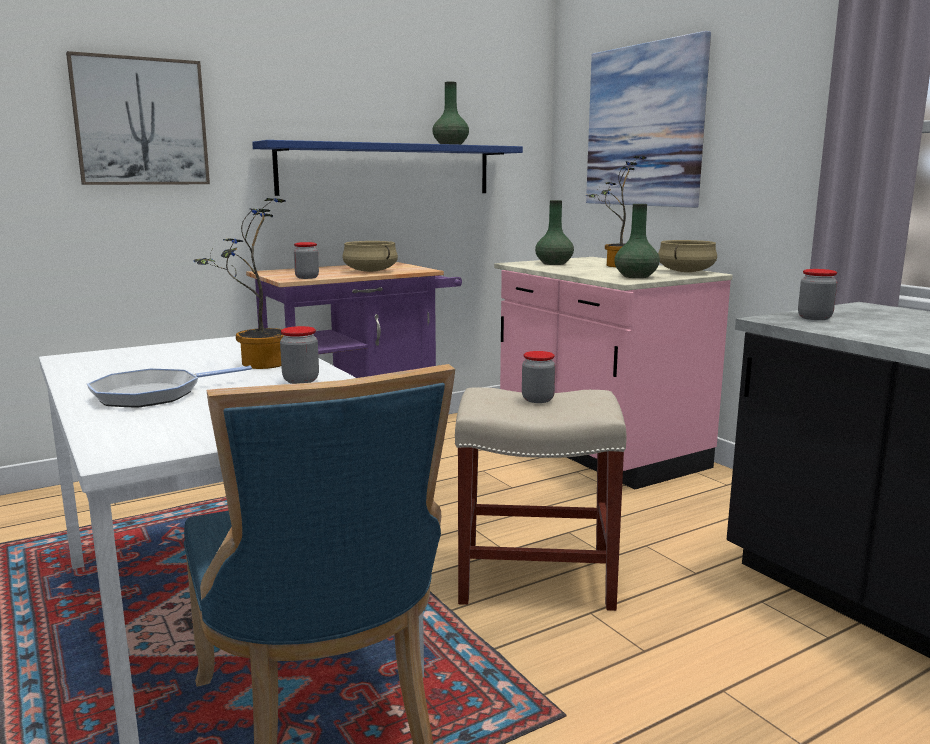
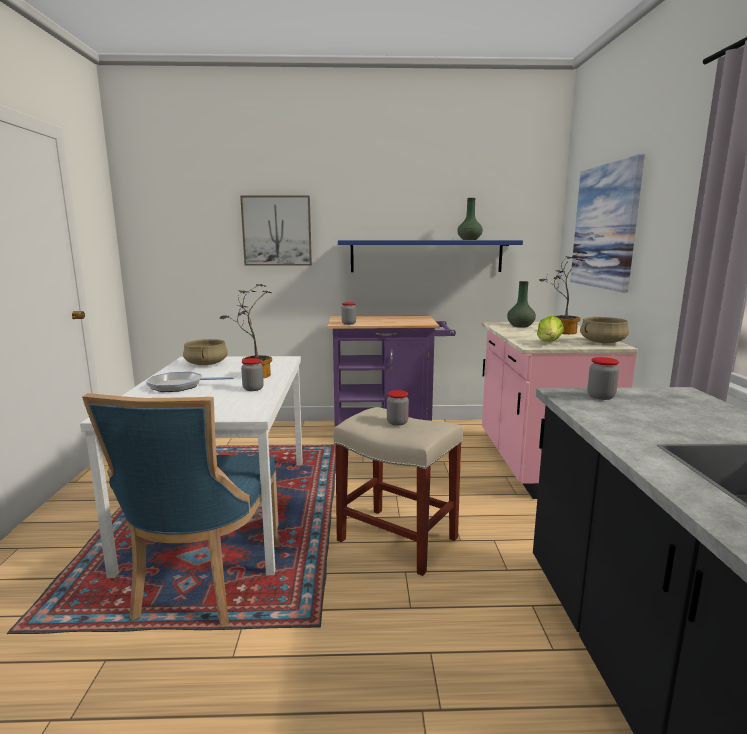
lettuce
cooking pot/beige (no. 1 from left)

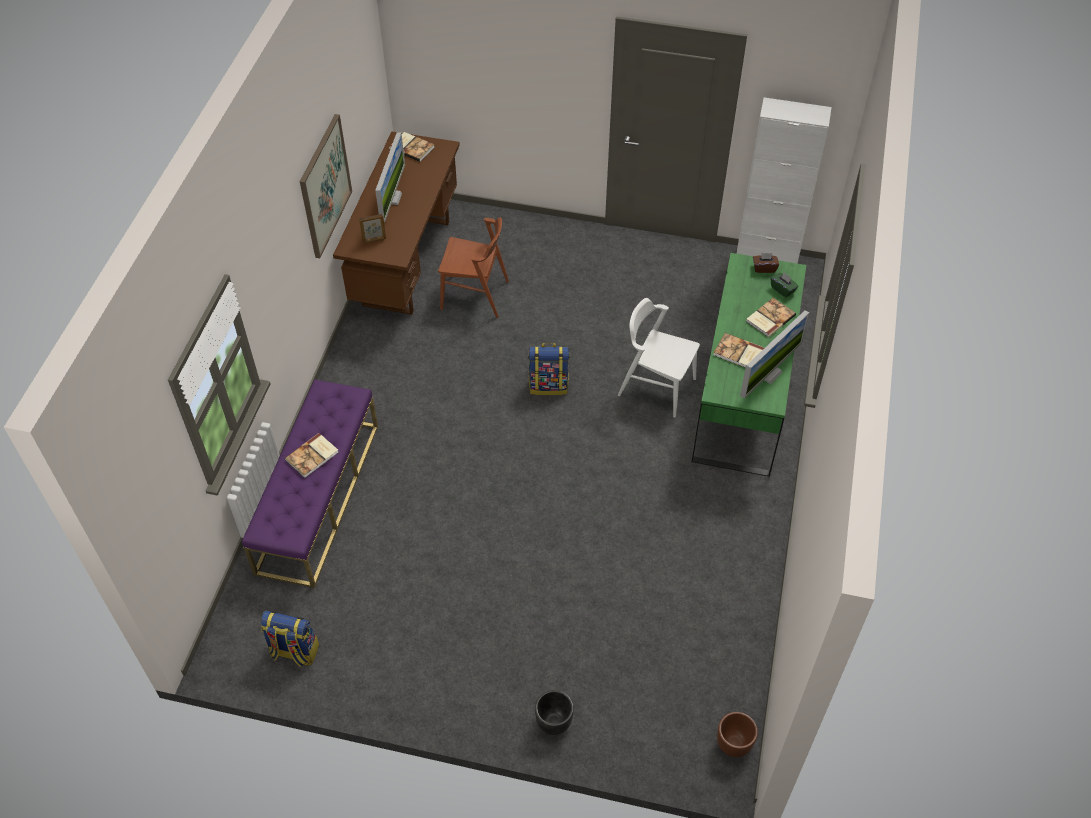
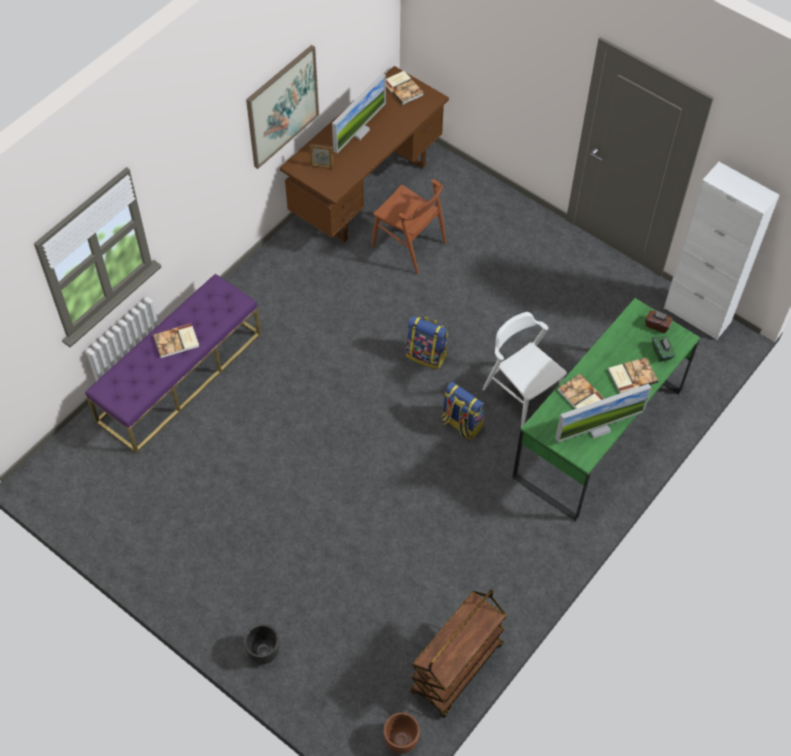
backpack (no. 2 from left)
cart/brown

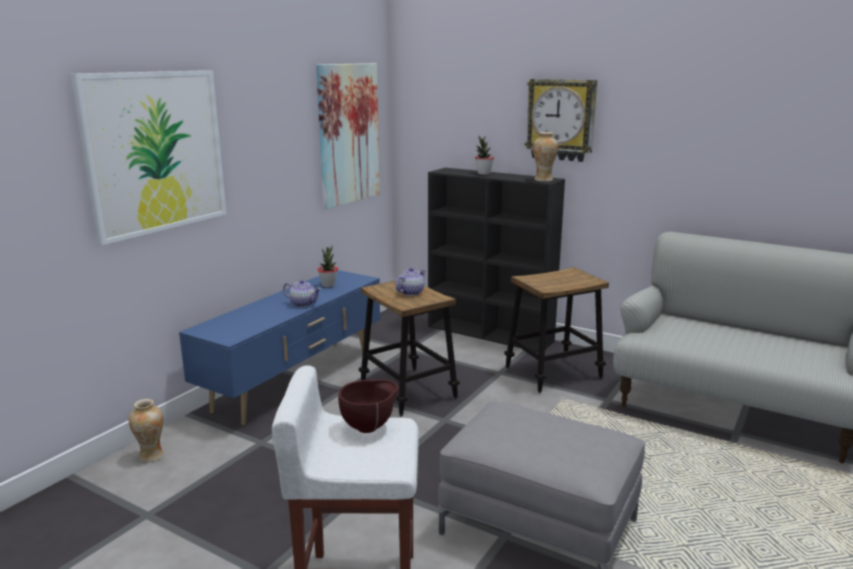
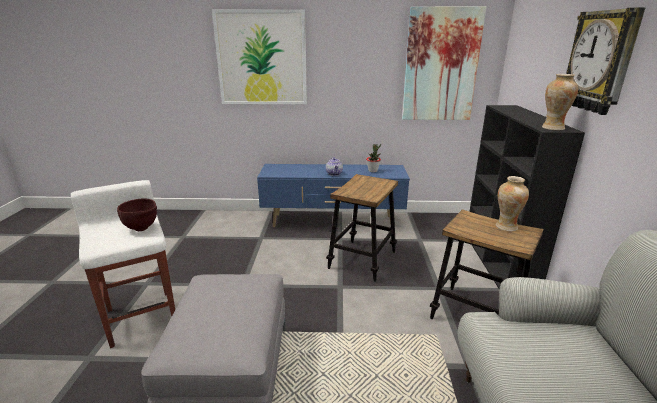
potted plant (no. 2 from left in the first image)
teapot (no. 2 from left in the first image)
vase (no. 1 from left)

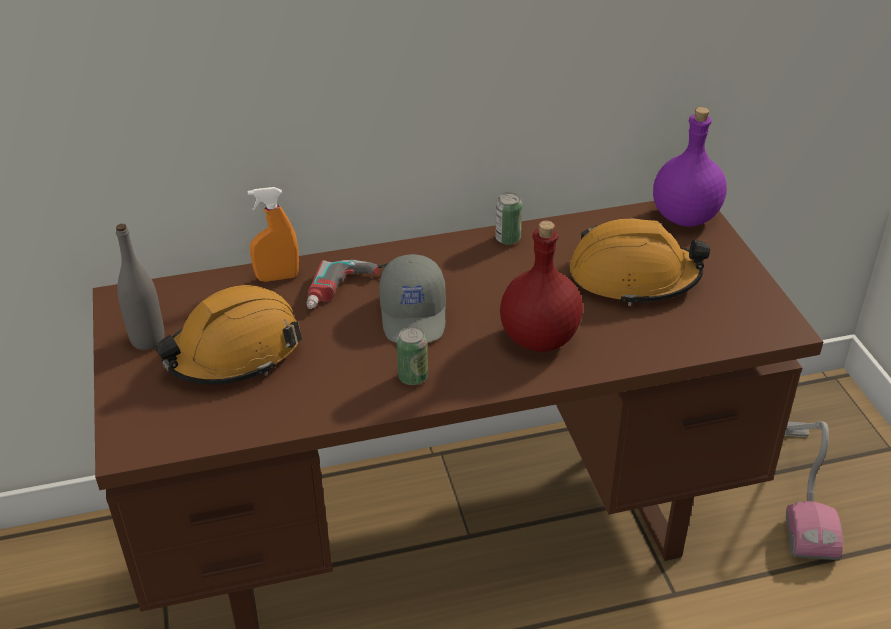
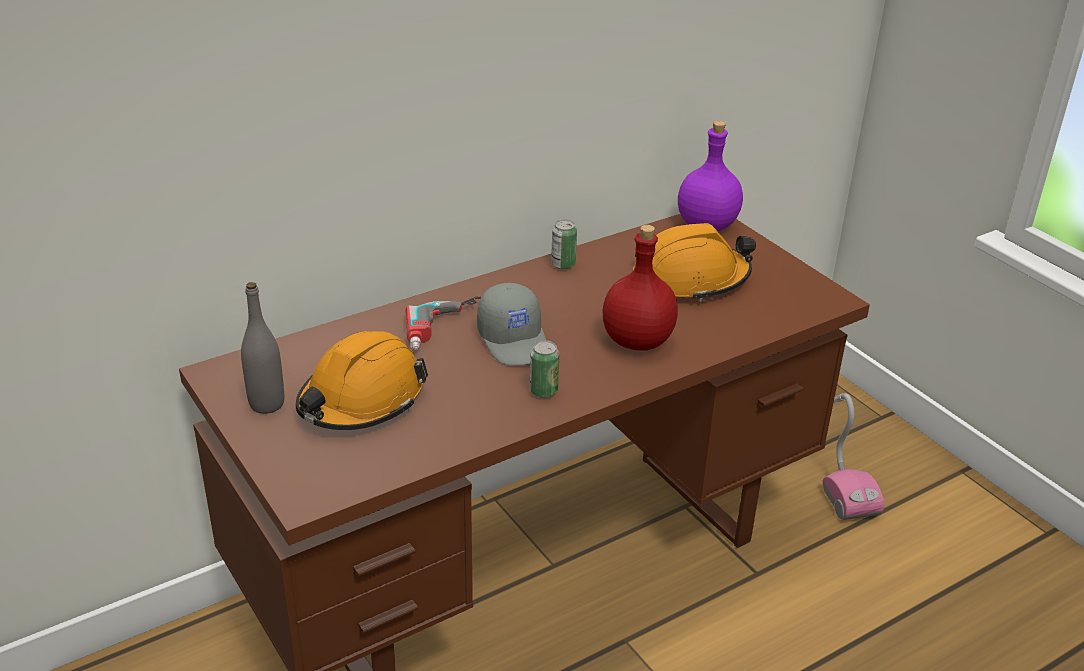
spray bottle/orange

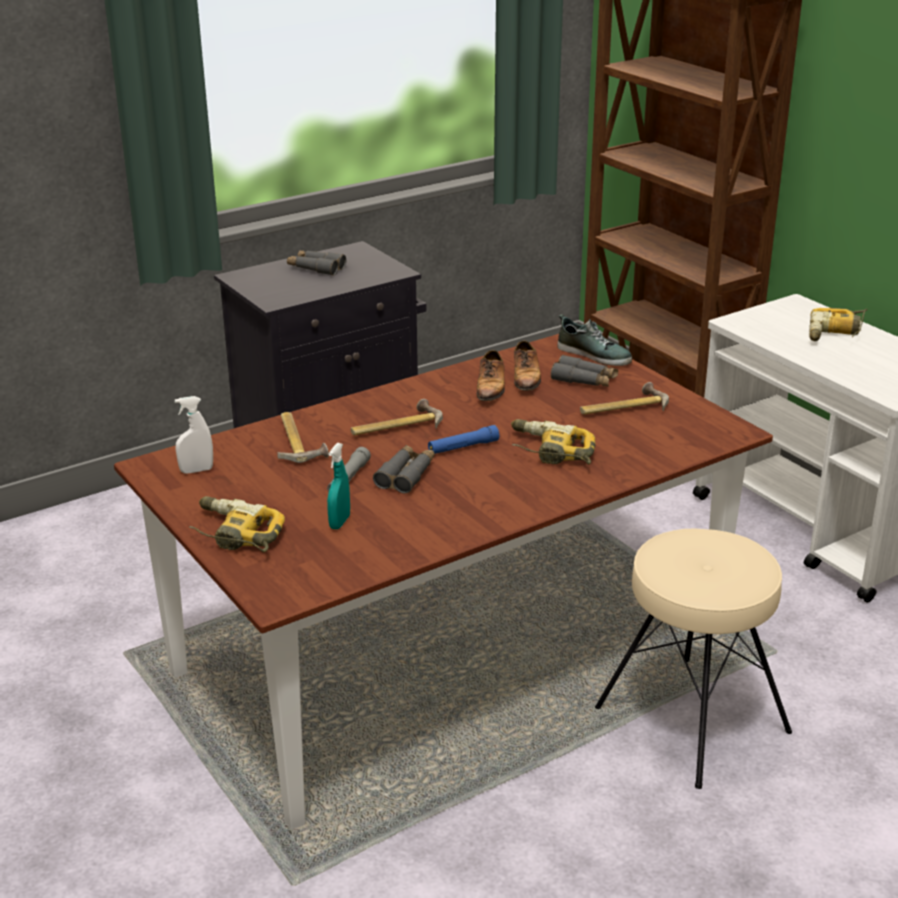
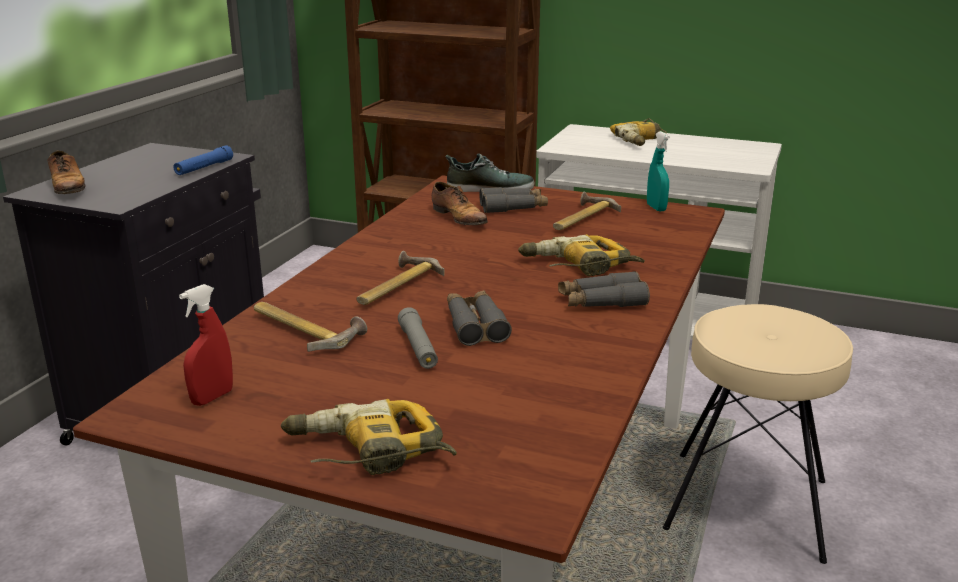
binoculars/grey (no. 3 from left)
shoe (no. 1 from left)
spray bottle/red
flashlight/blue
spray bottle/turquoise

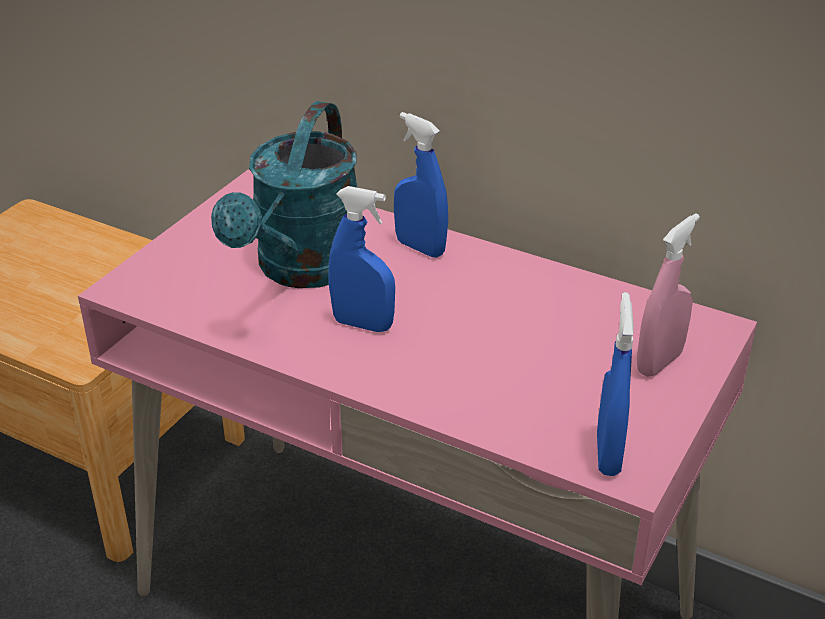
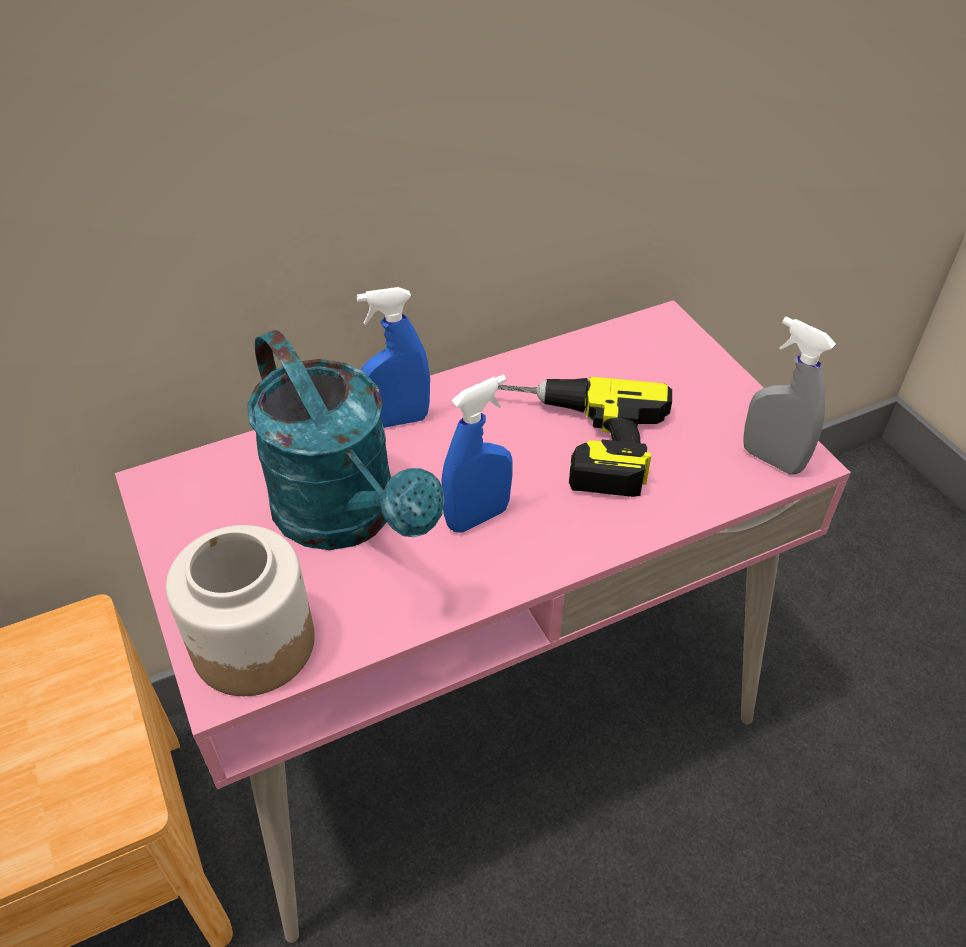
spray bottle/pink
spray bottle/grey
power drill
jar

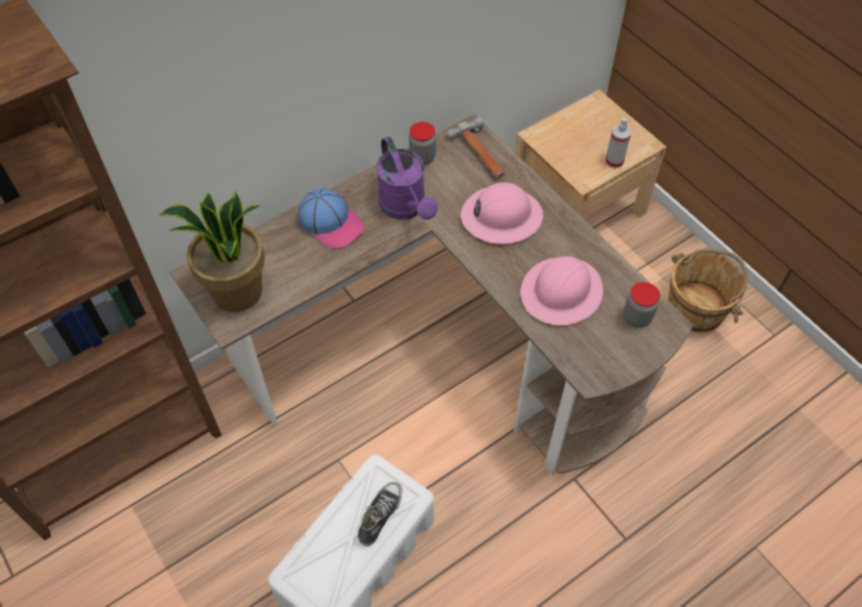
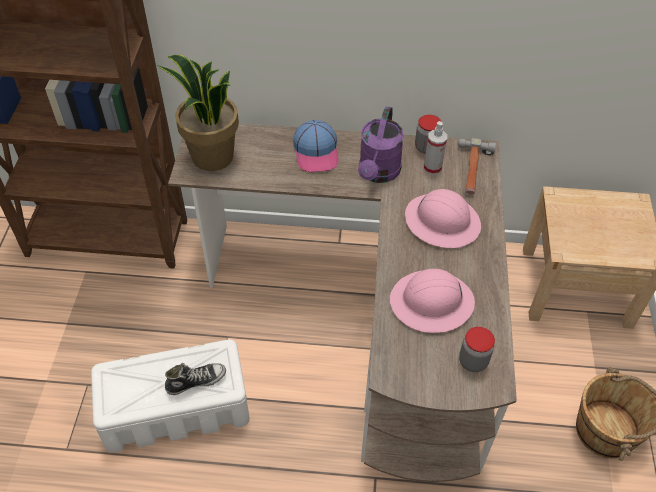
spray bottle

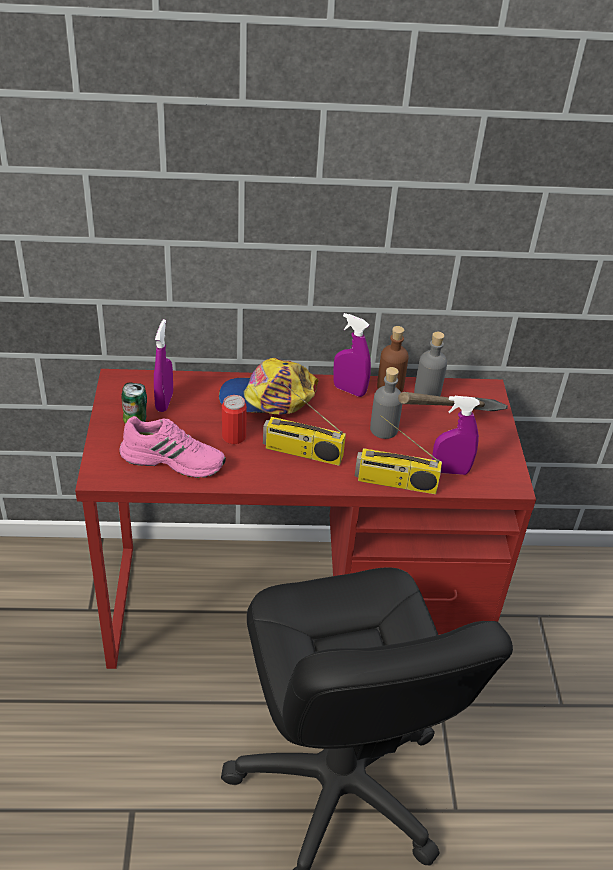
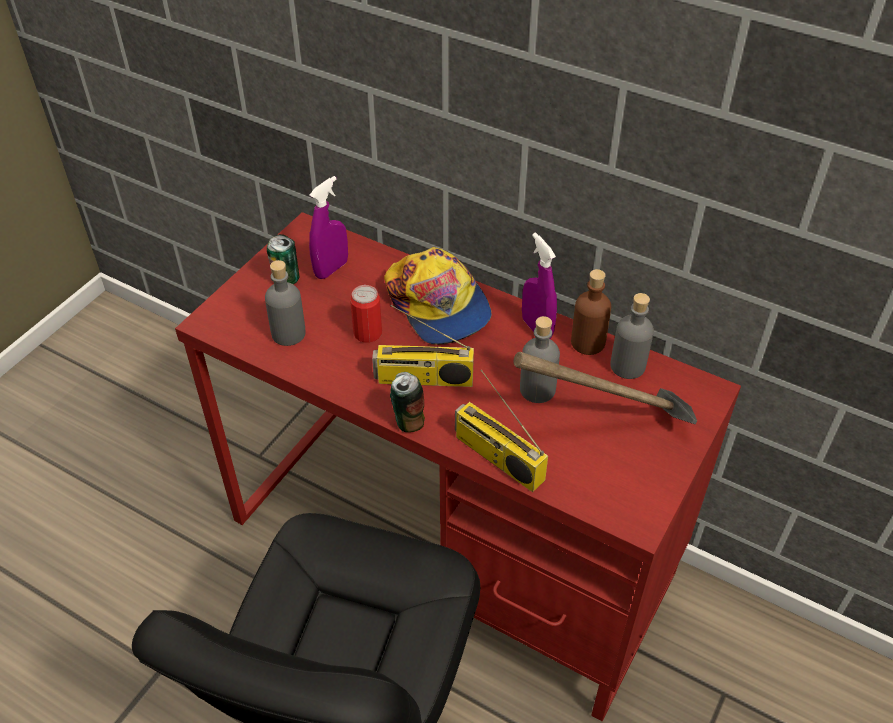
cap
radio (no. 1 from left)
spray bottle/purple (no. 3 from left in the first image)
bottle/grey (no. 1 from left)
can (no. 3 from left)

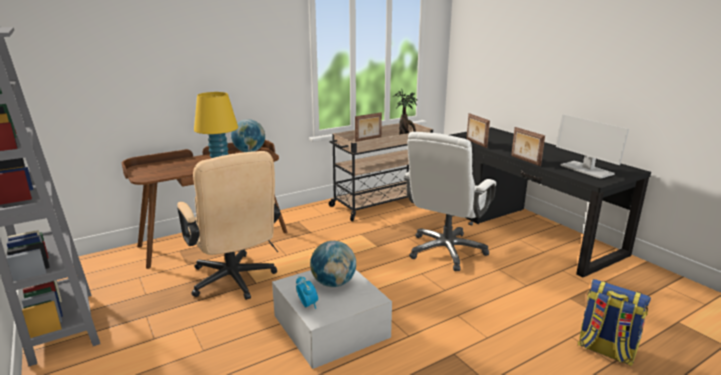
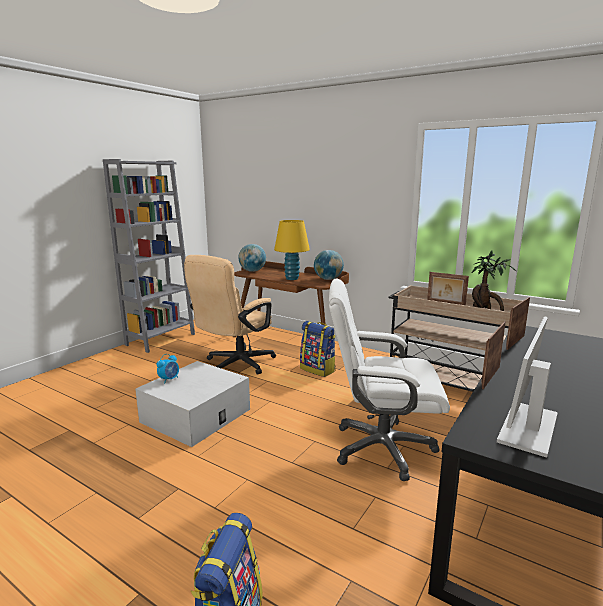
globe (no. 1 from left)
backpack (no. 2 from left)

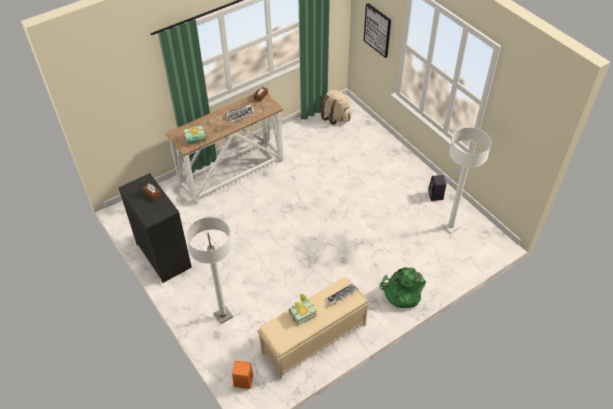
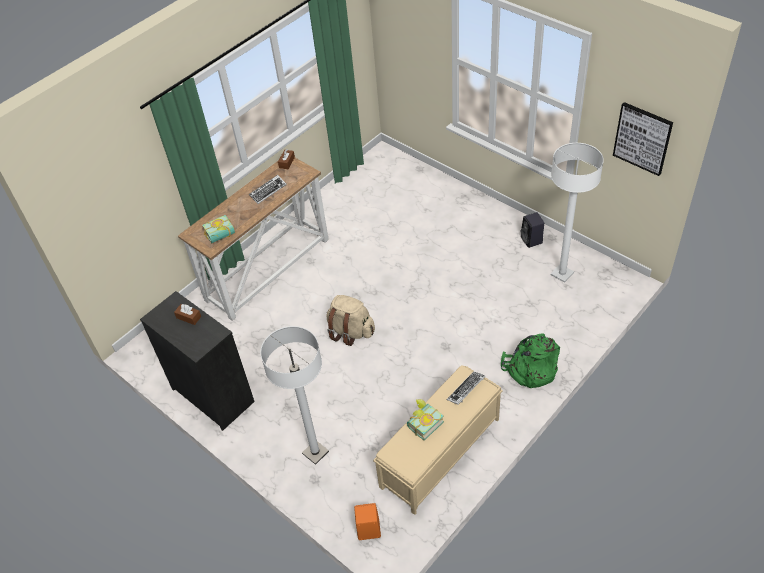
picture
backpack/beige

